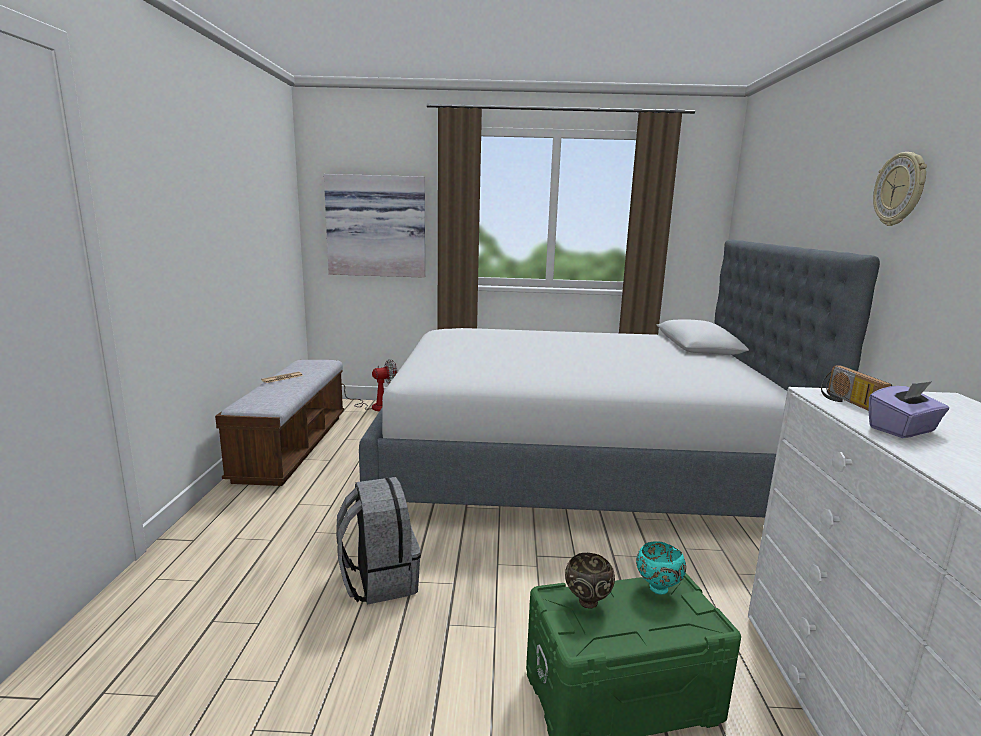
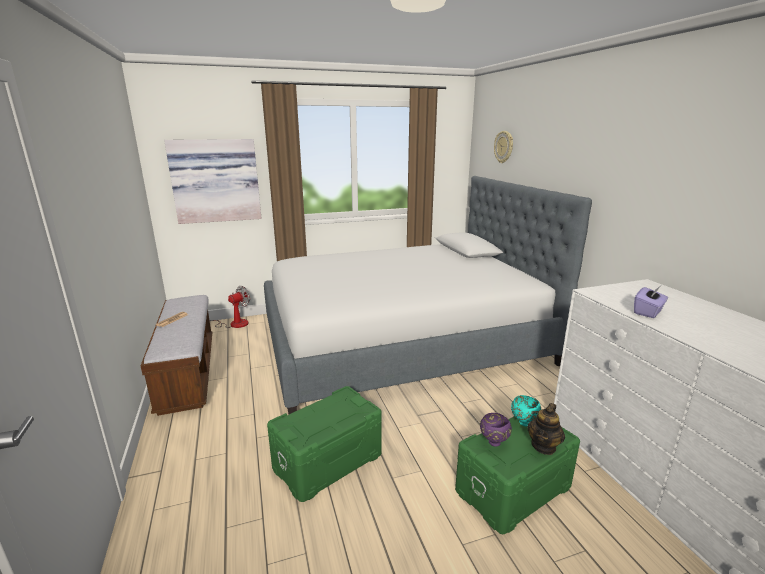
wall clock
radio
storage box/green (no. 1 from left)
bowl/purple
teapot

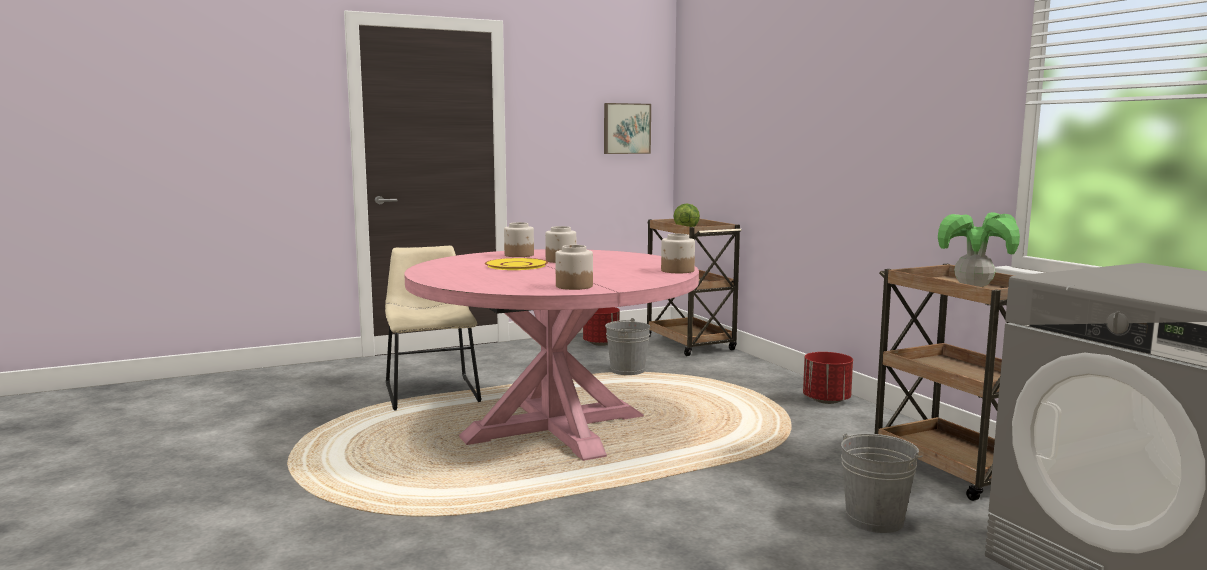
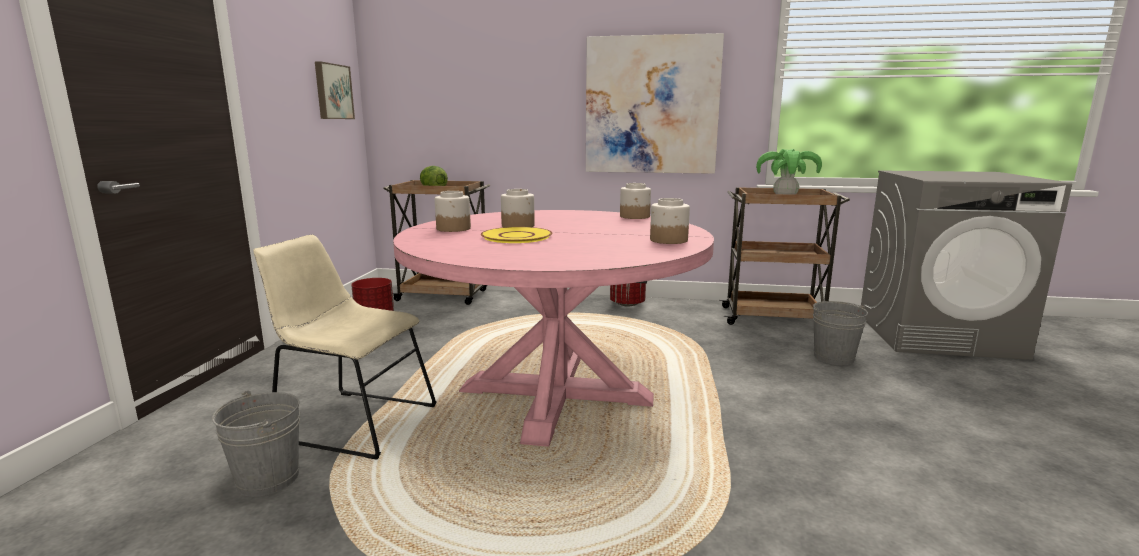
bucket/grey (no. 1 from left)
picture (no. 2 from left)

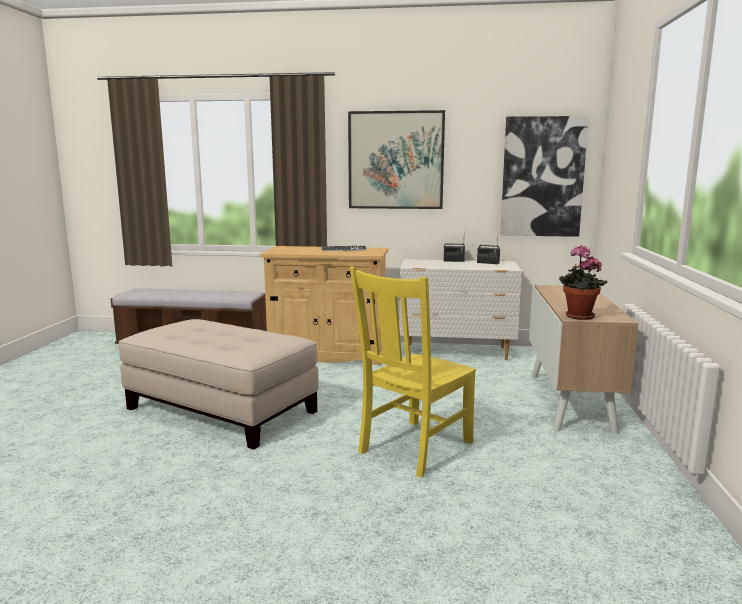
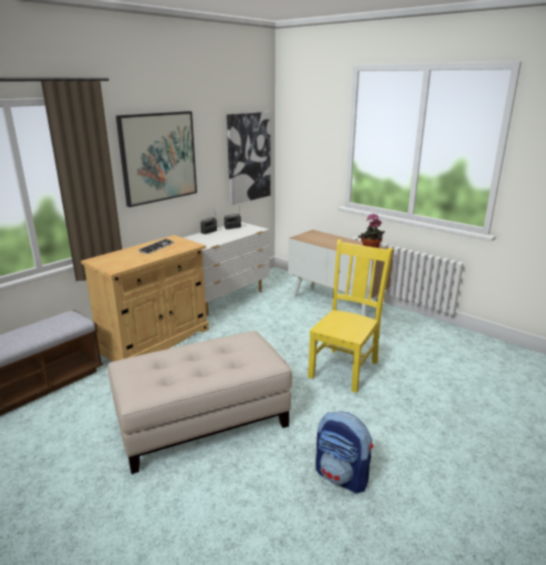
chair/yellow
backpack

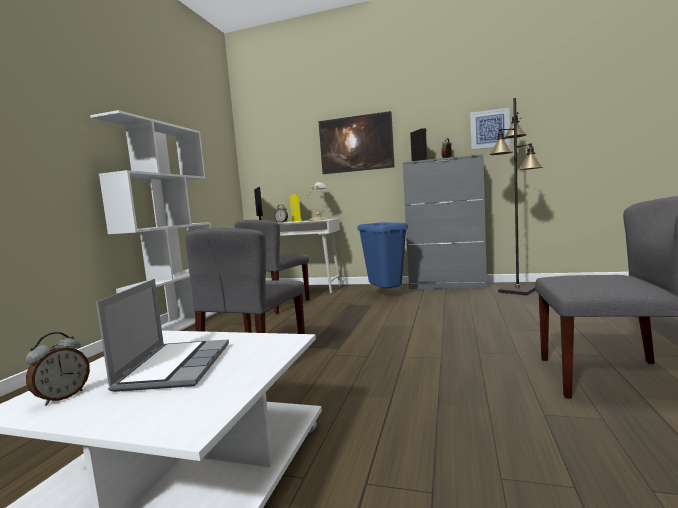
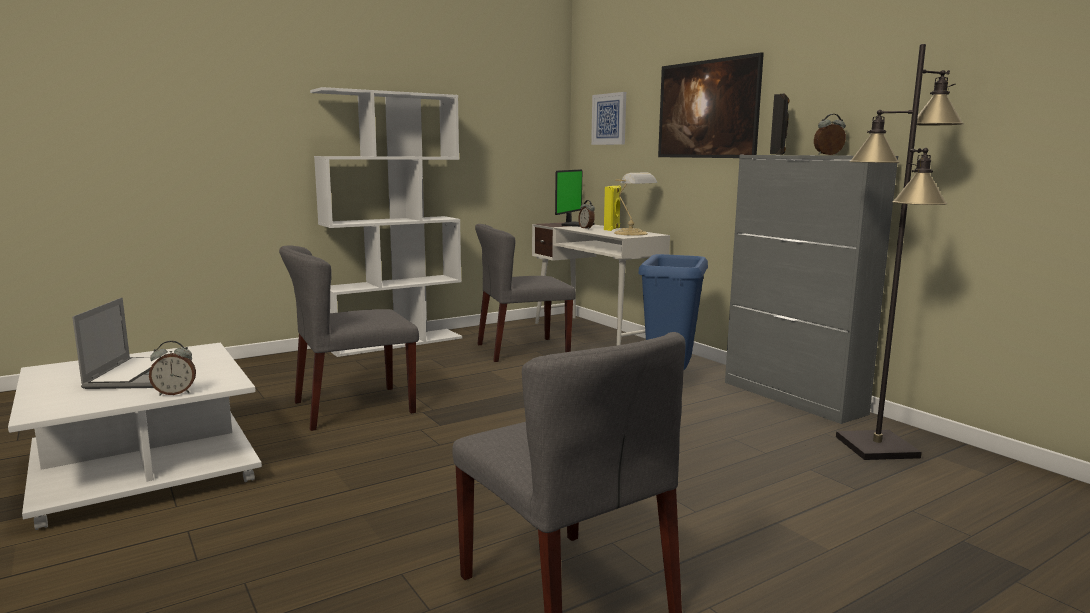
picture (no. 1 from left)
laptop
alarm clock (no. 1 from left)

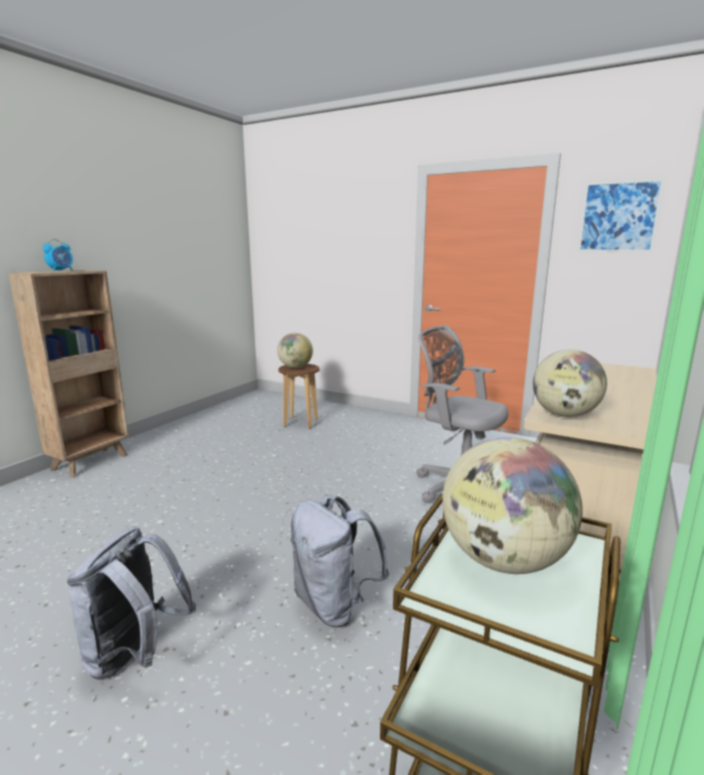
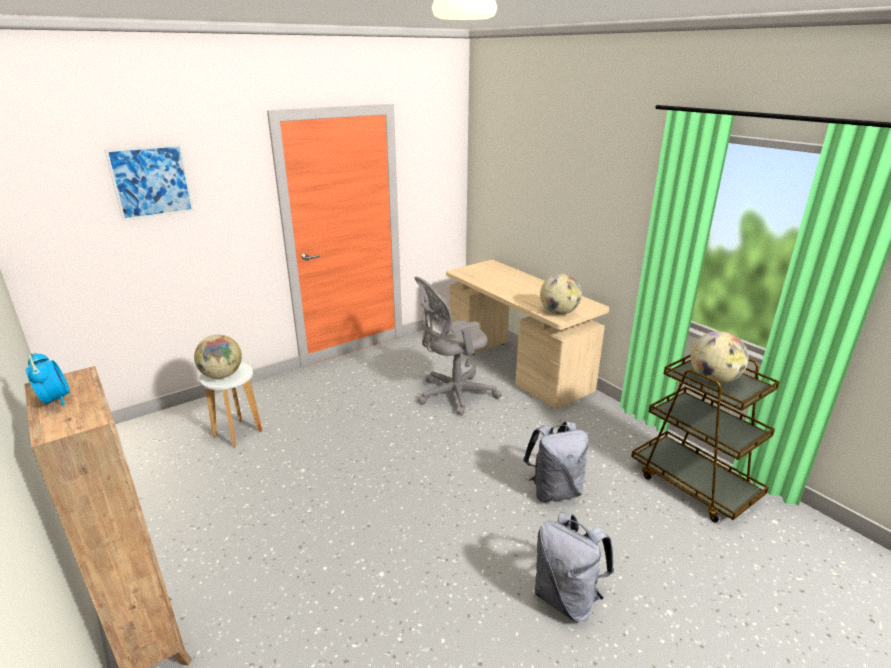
picture
stool/white

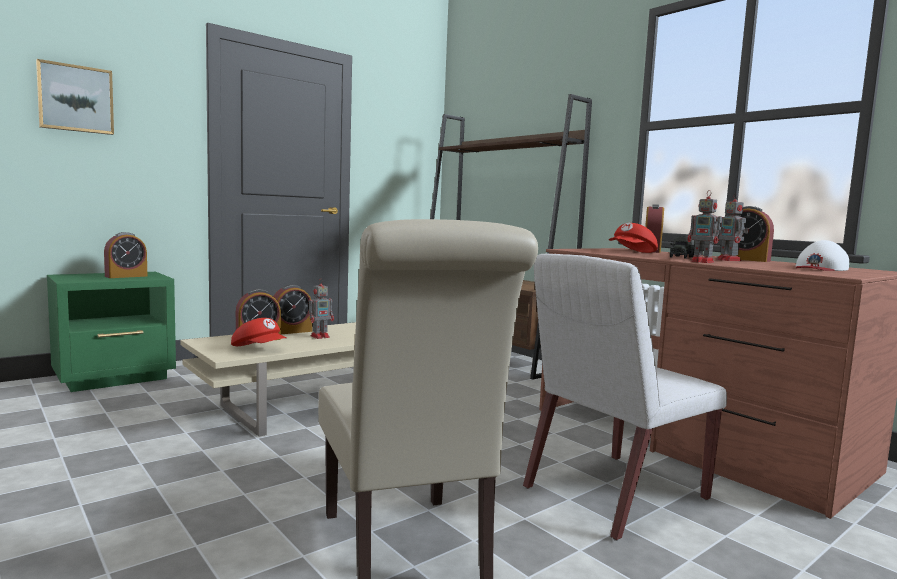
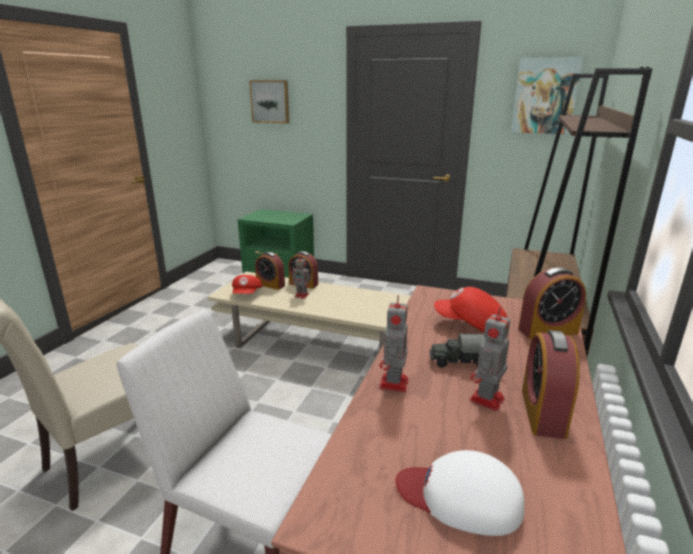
alarm clock (no. 1 from left in the first image)
picture (no. 2 from left)

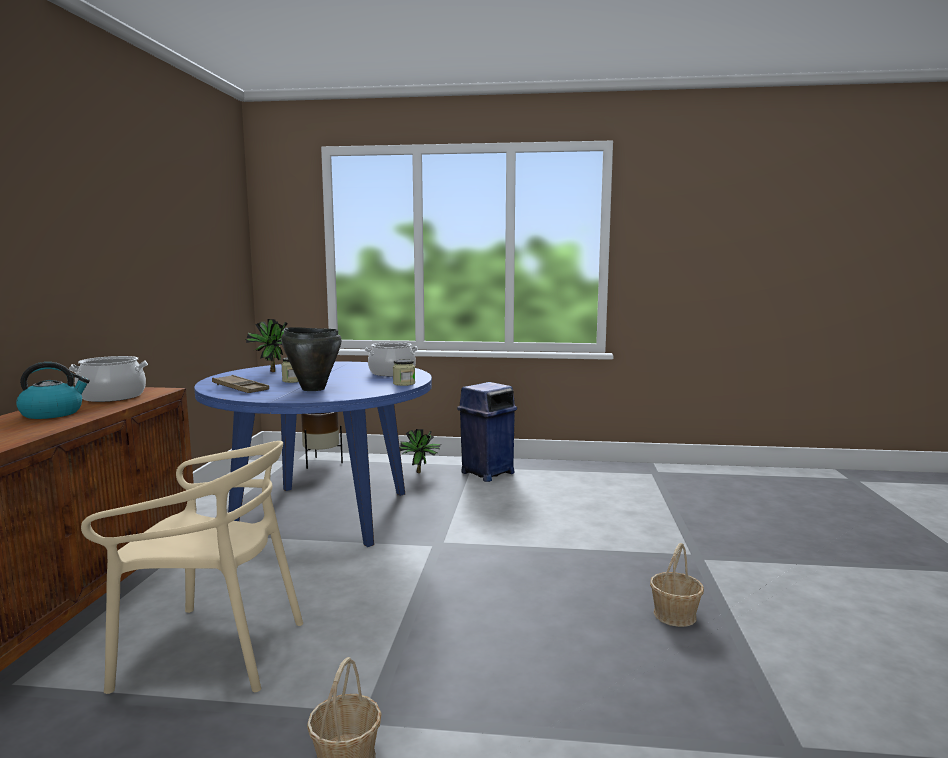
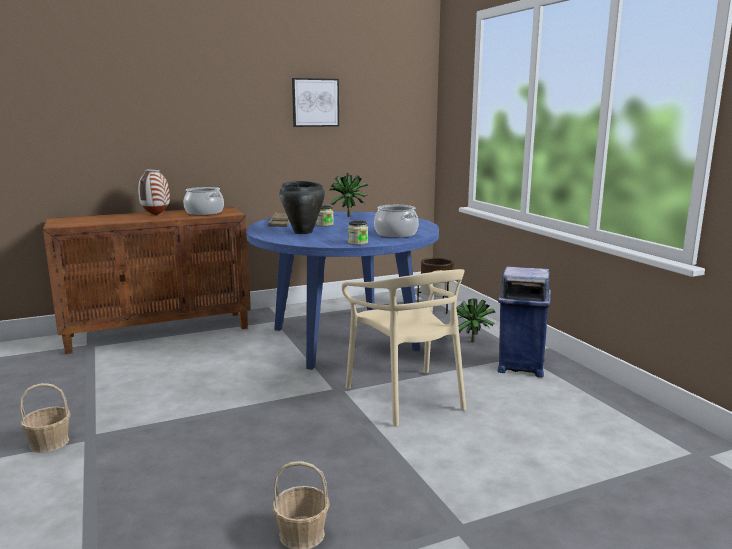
vase
chair/beige
picture

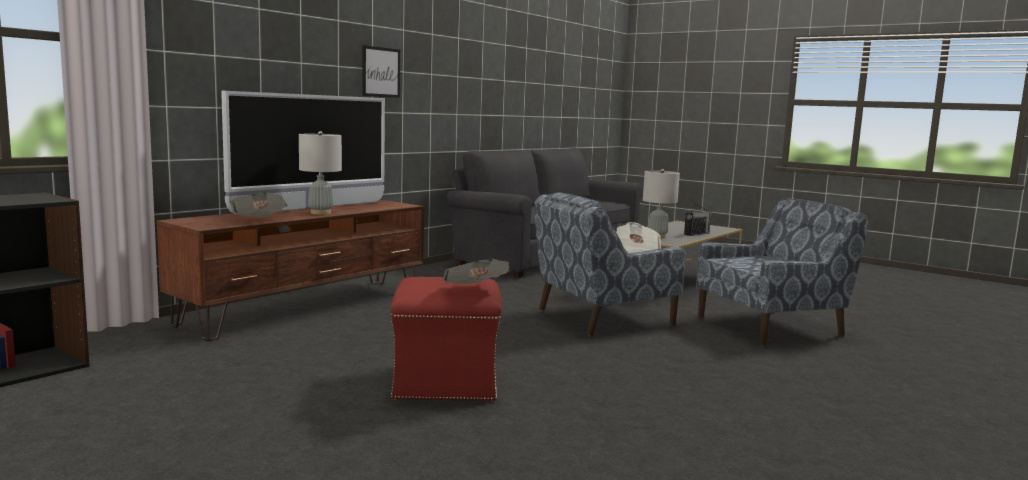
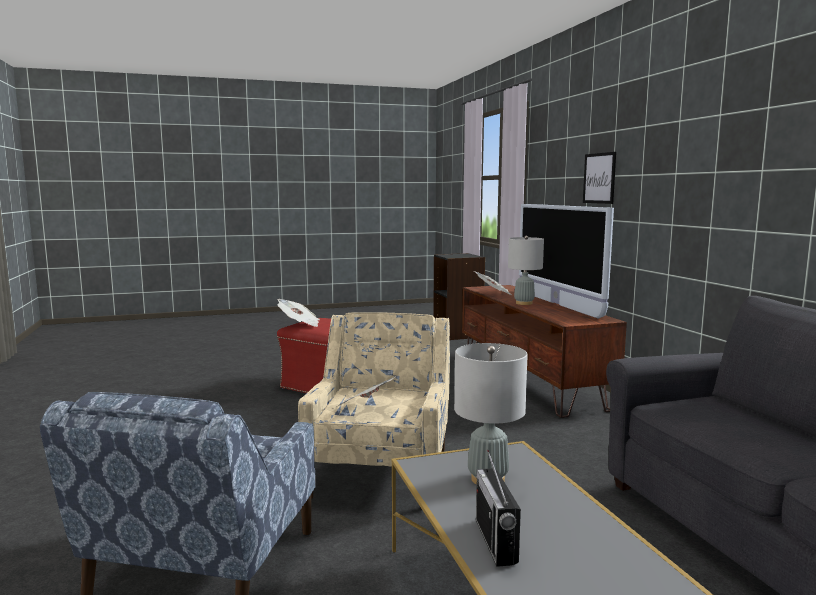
picture
armchair/beige

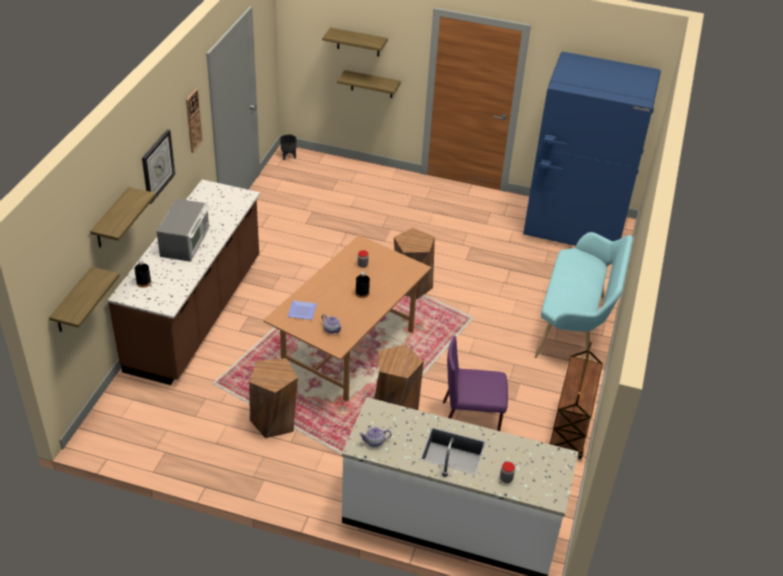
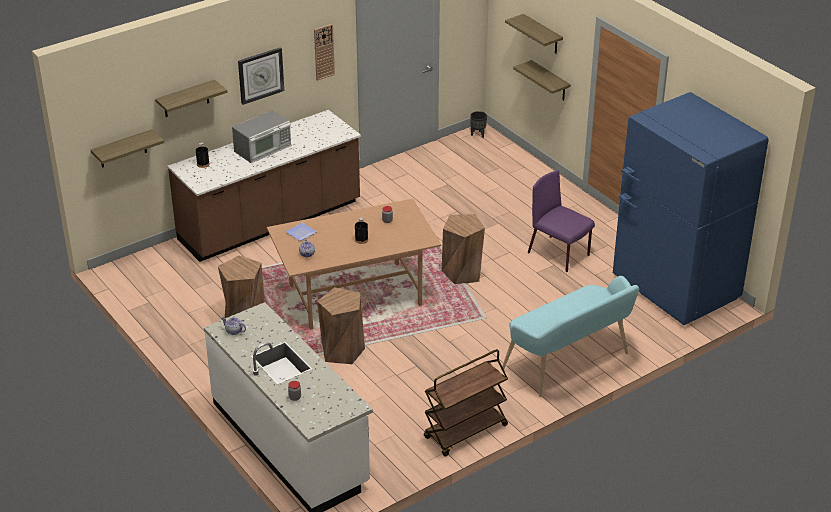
chair/purple

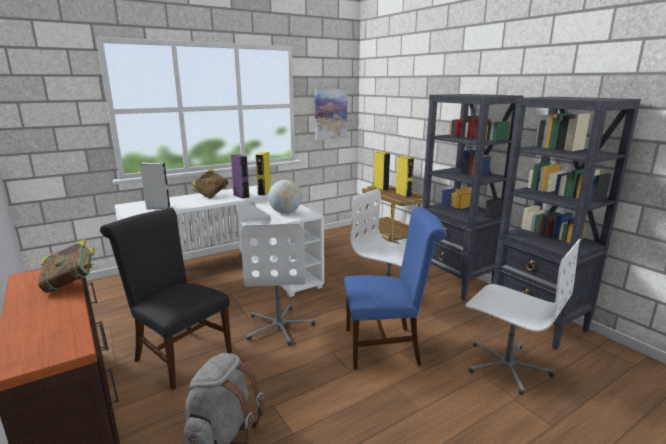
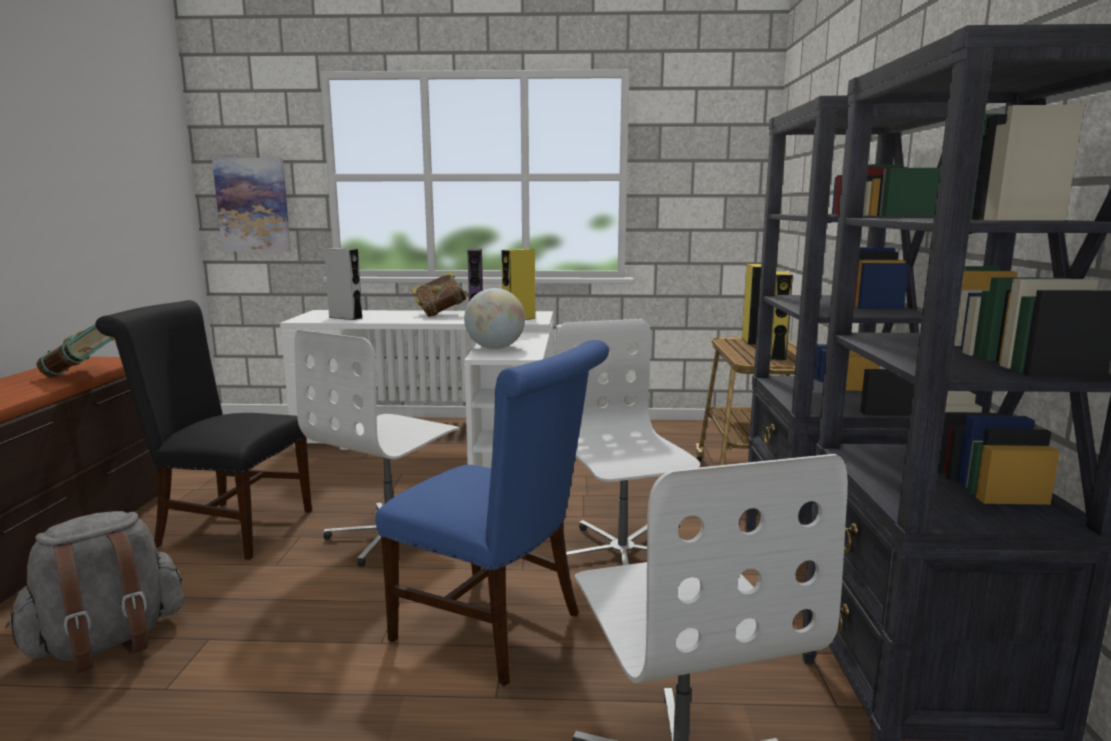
picture
chair/black

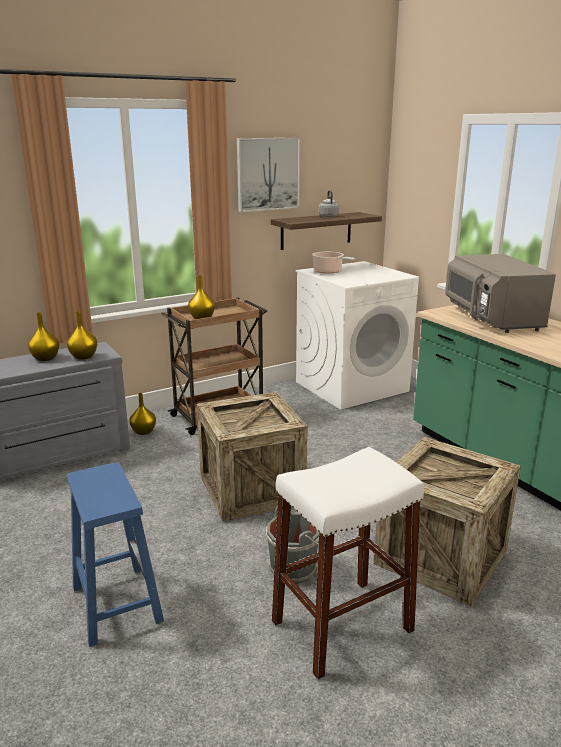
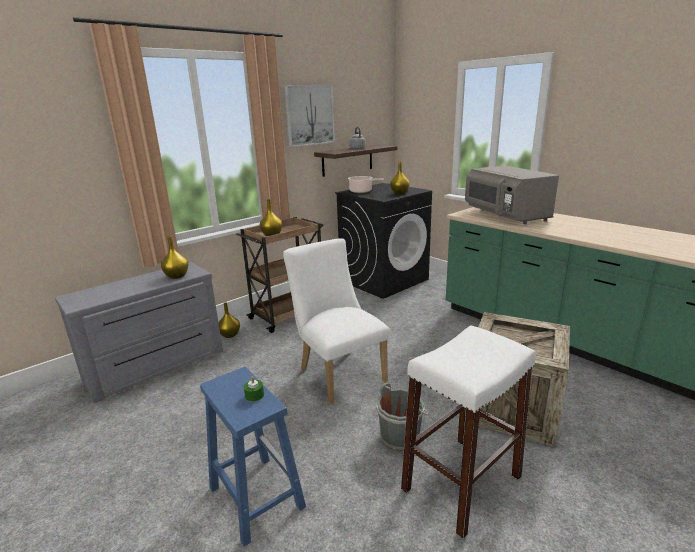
washing machine/black
vase/yellow (no. 4 from left)
chair/white
candle/green

